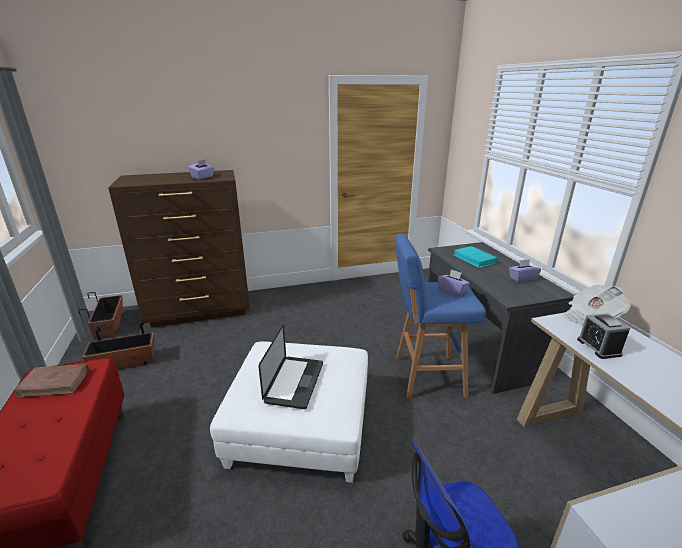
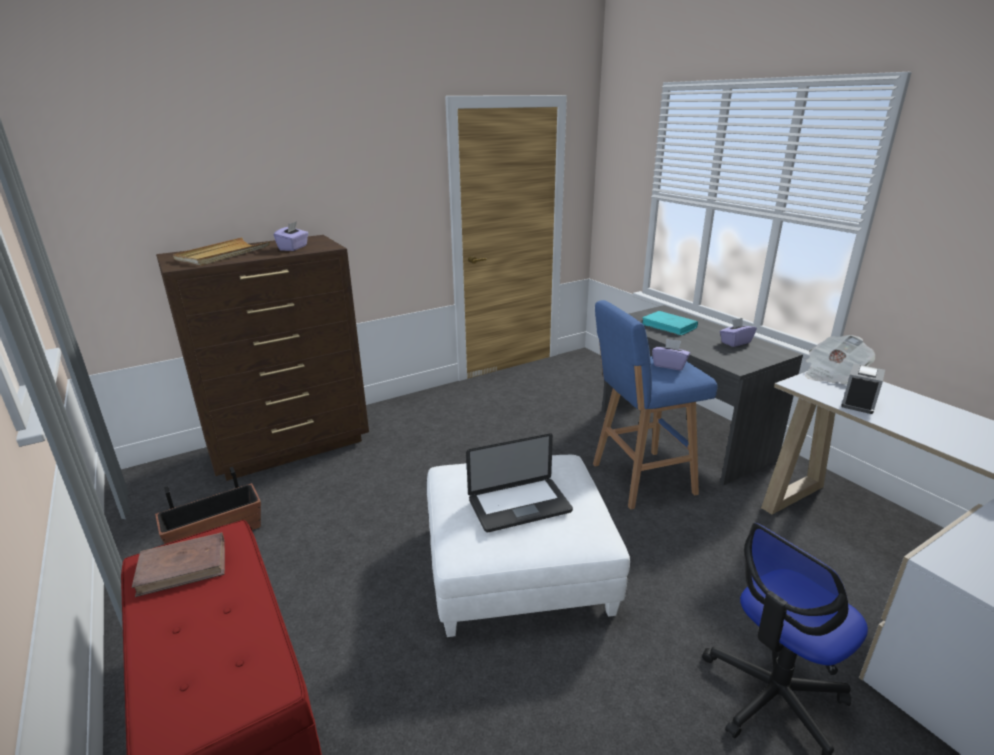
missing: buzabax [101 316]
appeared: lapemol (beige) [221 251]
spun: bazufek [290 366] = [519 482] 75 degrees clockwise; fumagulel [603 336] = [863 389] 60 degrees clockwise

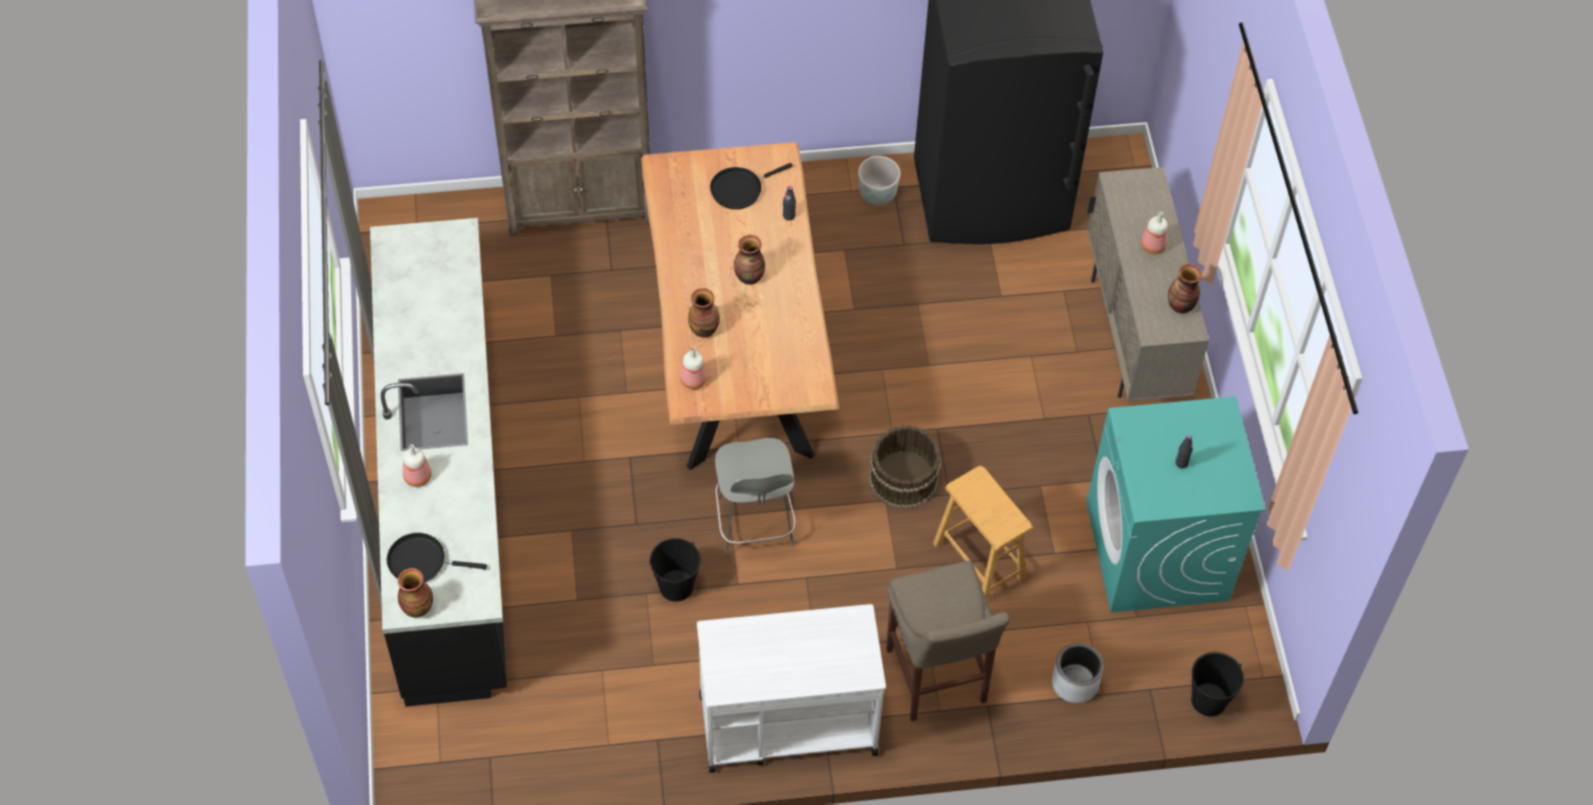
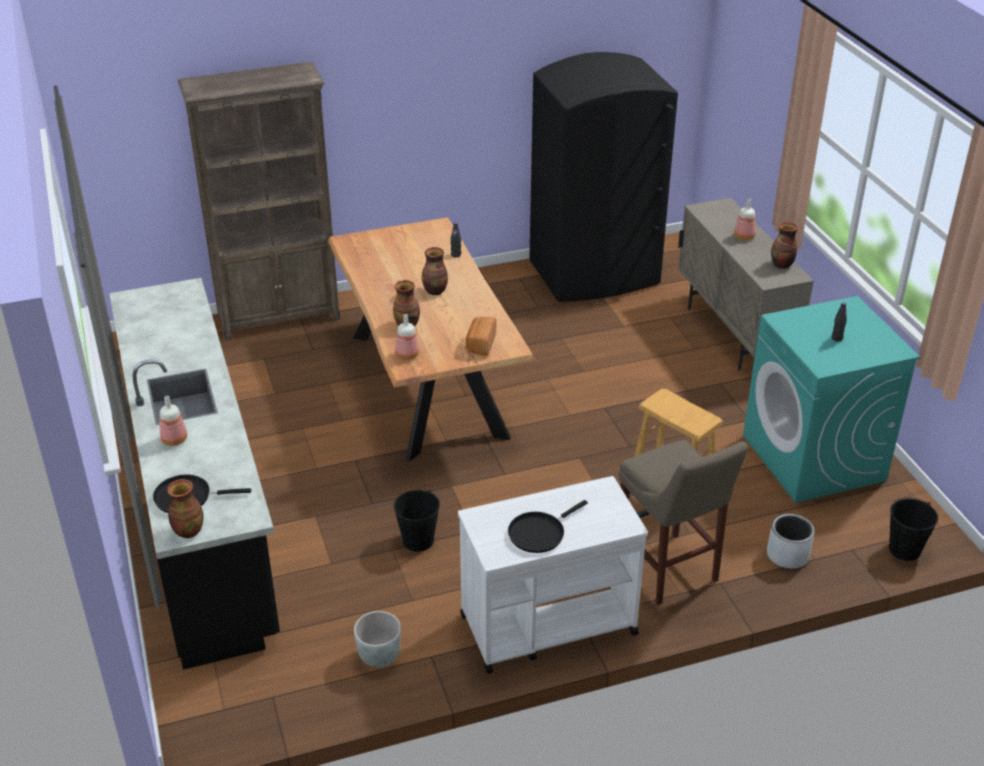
missing: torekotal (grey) [755 497]; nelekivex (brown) [905 467]
appeared: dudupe [481 336]
relocated: buzabax (grey) [879 181] to [377 639]; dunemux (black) [751 186] to [548 526]

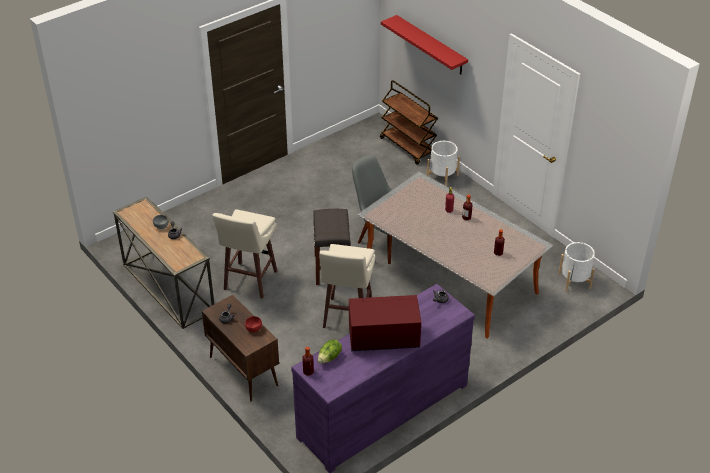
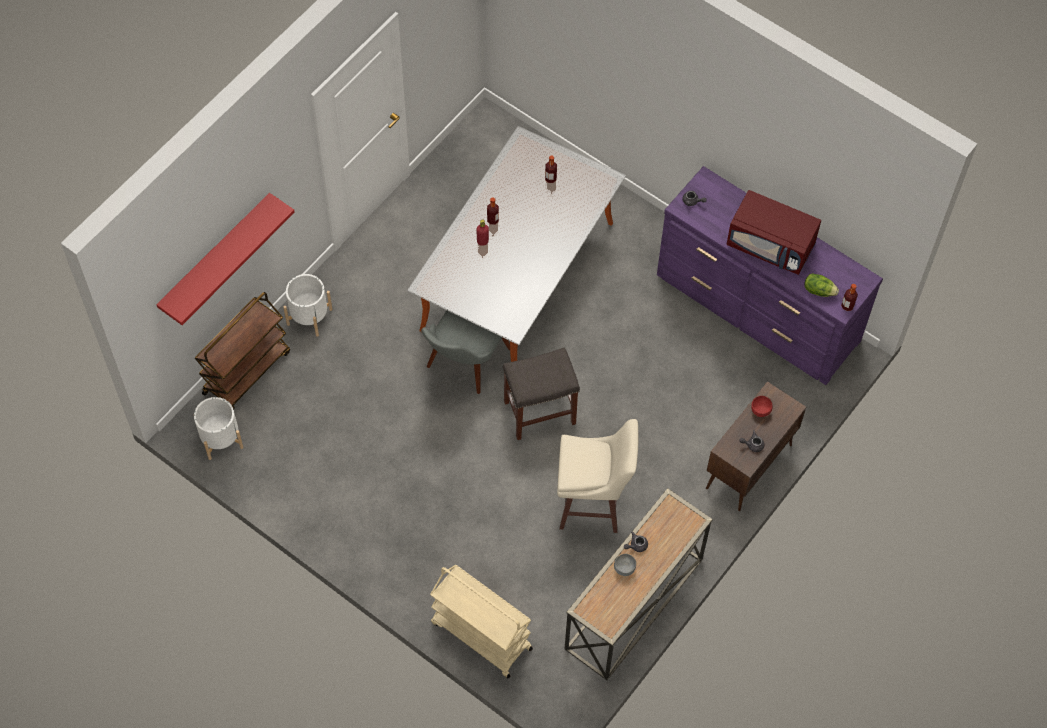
missing: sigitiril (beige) [347 286]
appeared: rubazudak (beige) [481 622]
relocated: buzabax (white) [576 266] to [218 428]
spun: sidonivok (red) [385 323] = [773 232] 45 degrees counterclockwise

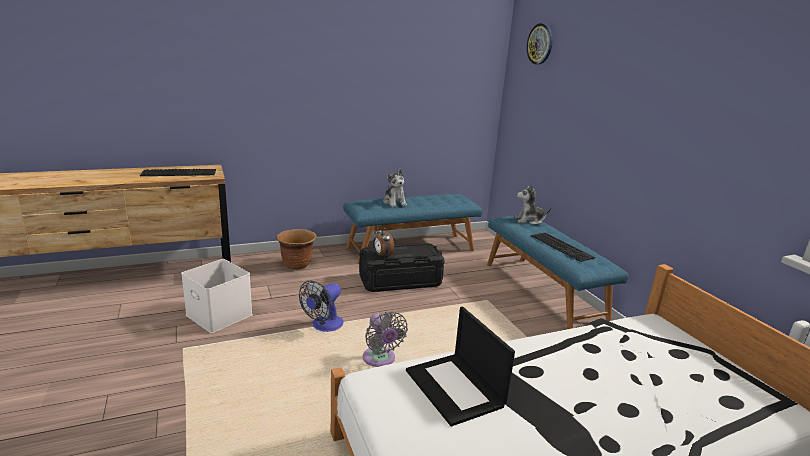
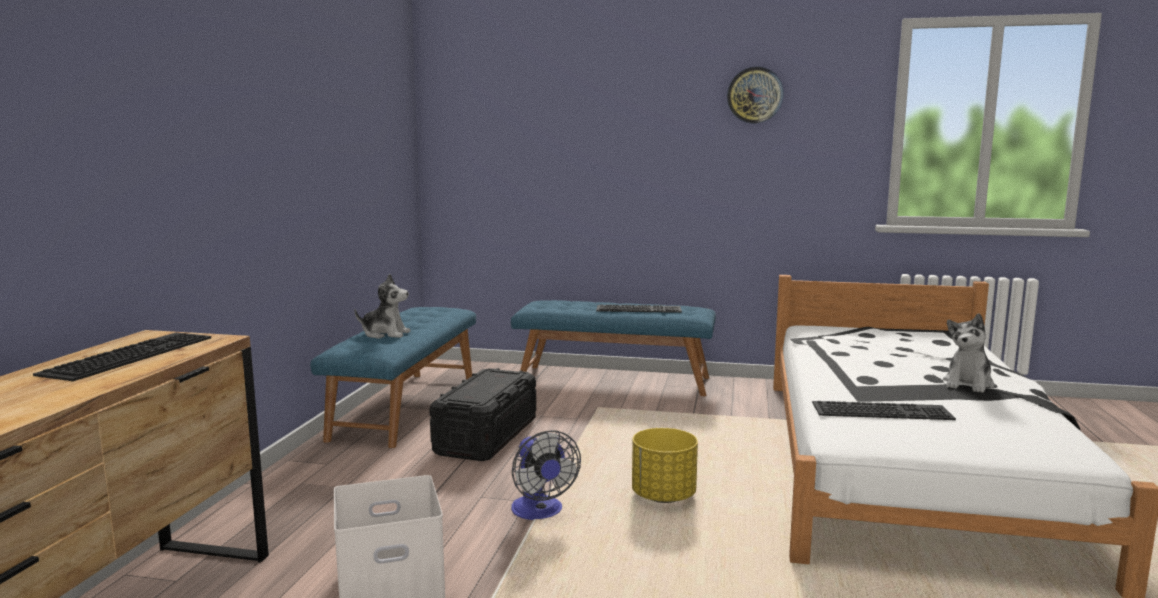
missing: buzabax (brown) [296 249]; fumagulel [383 241]
relocated: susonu [539 44] to [755 95]; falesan [533 205] to [969 353]
exchanged: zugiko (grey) [385 339] to buzabax (yellow) [665 465]; bazufek [460 367] to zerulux [884 410]

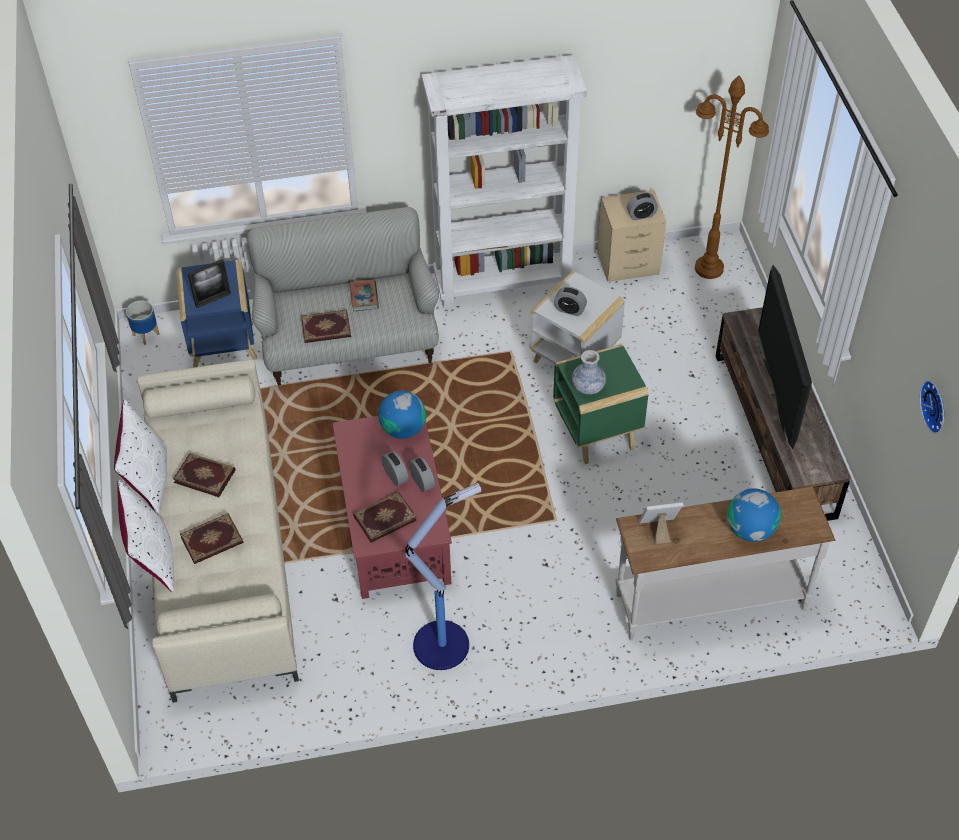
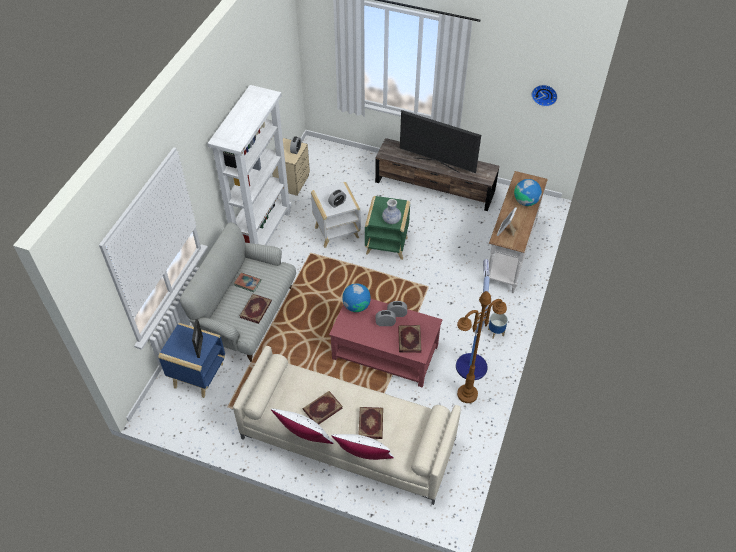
relocated: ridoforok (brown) [732 177] to [482 347]; buzabax [143 322] to [498 326]

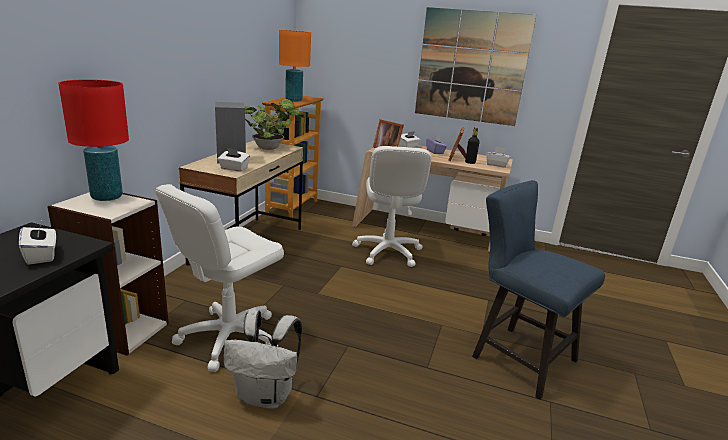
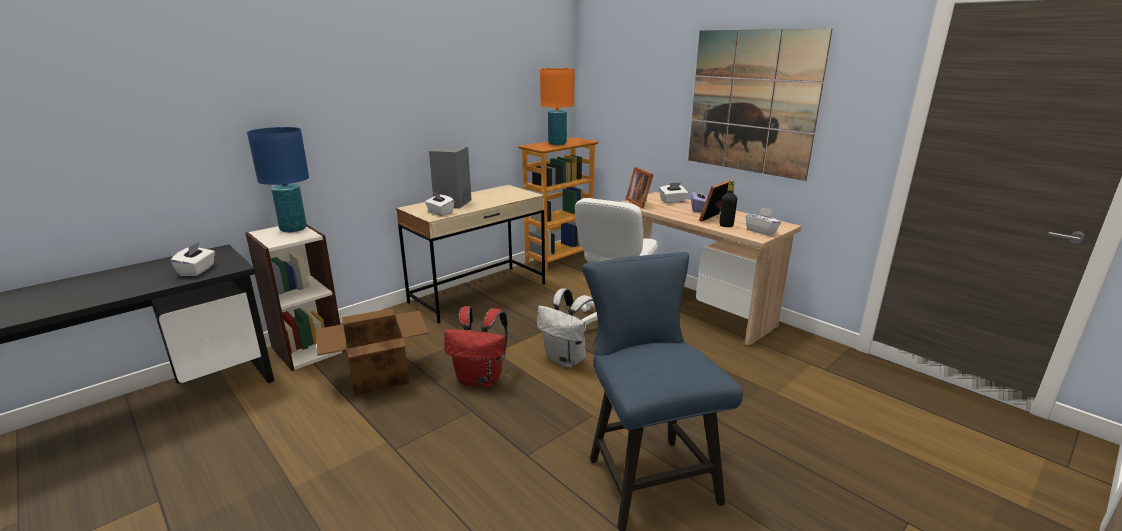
missing: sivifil [273 124]
appeared: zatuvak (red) [476 346]
relocated: zatuvak (white) [263 359] to [567 328]
exchanged: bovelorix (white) [219 278] to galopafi [372 352]
colour: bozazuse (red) [93 140] to bozazuse (blue) [278 179]

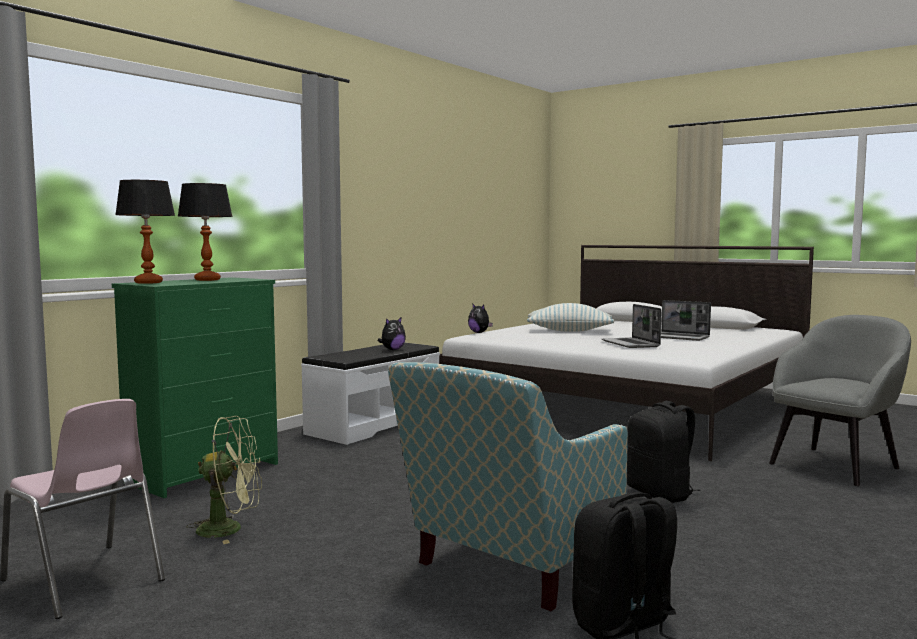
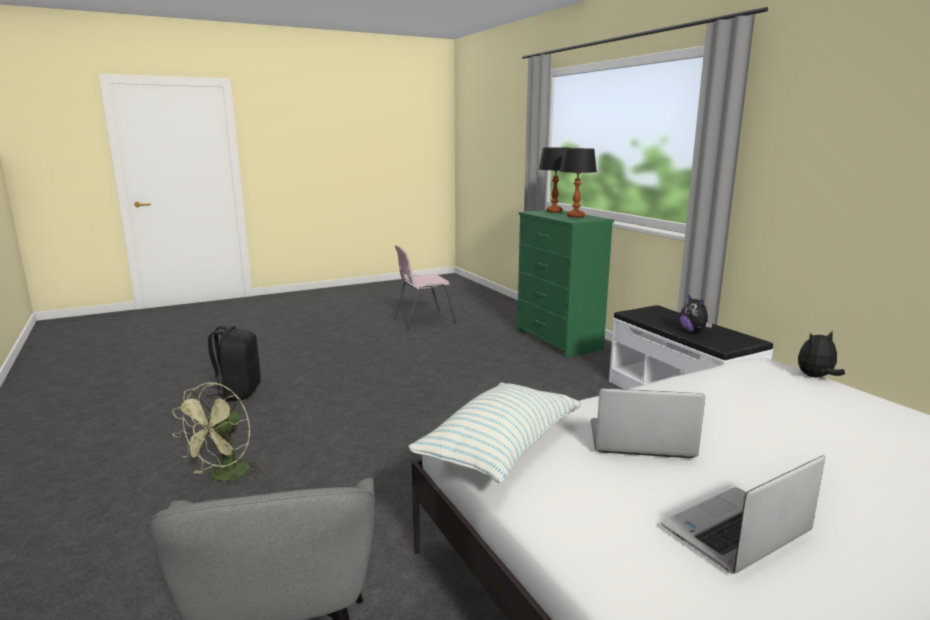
missing: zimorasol [508 486]; zatuvak (black) [663 452]
relocated: zugiko (green) [224 480] to [217 431]; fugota [571 317] to [494 432]

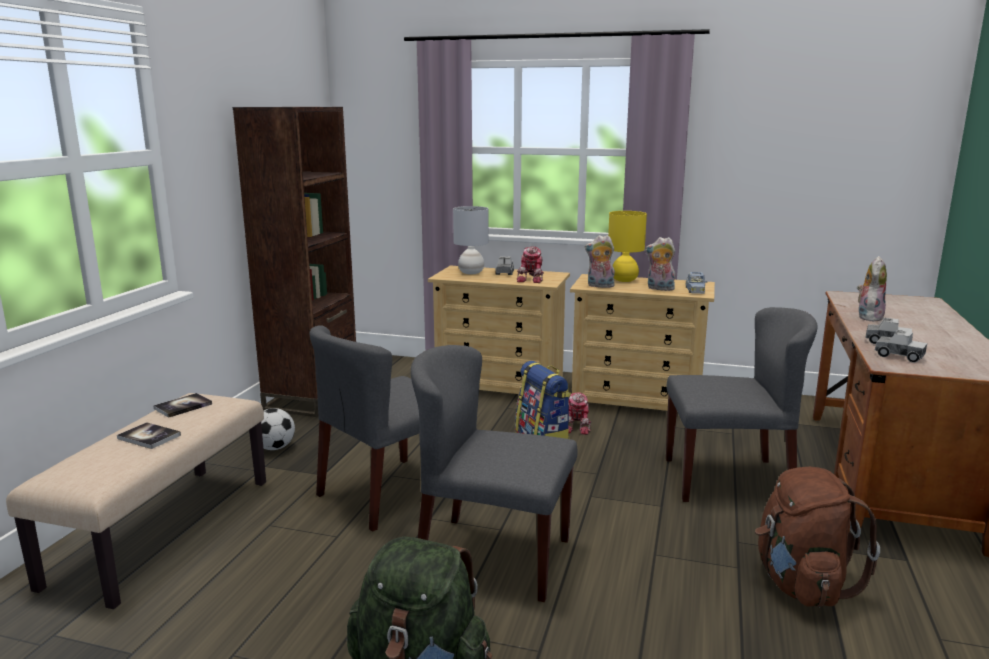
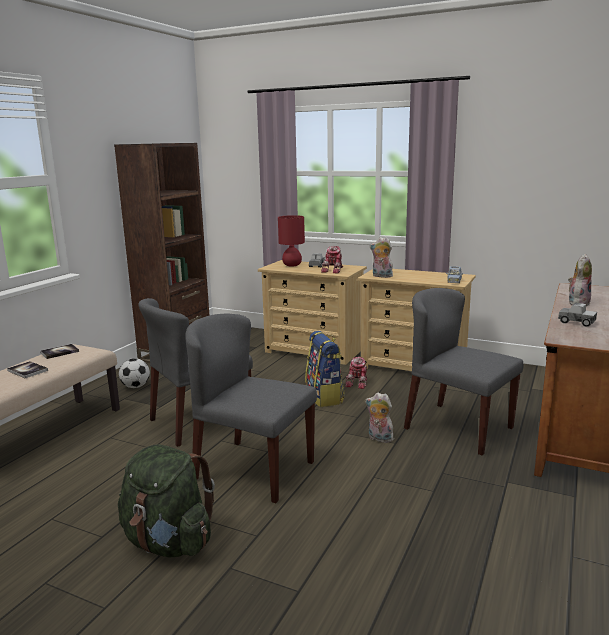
missing: bozazuse (yellow) [627 246]; zatuvak (brown) [817 537]; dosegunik [900 346]
relocated: falesan [660 264] to [379 417]
colour: bozazuse (grey) [471 240] to bozazuse (red) [291 241]
spun: torekotal (grey) [742 404] = [463 371] 150 degrees counterclockwise

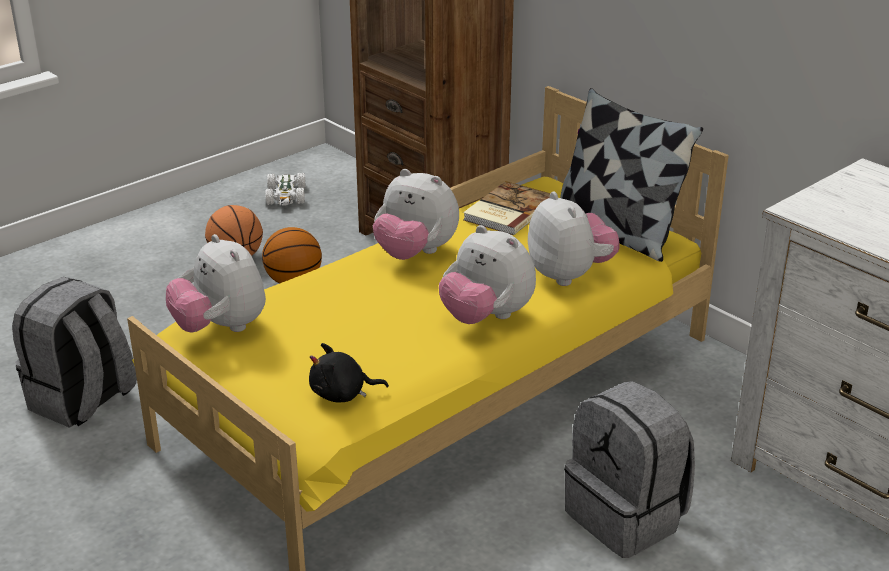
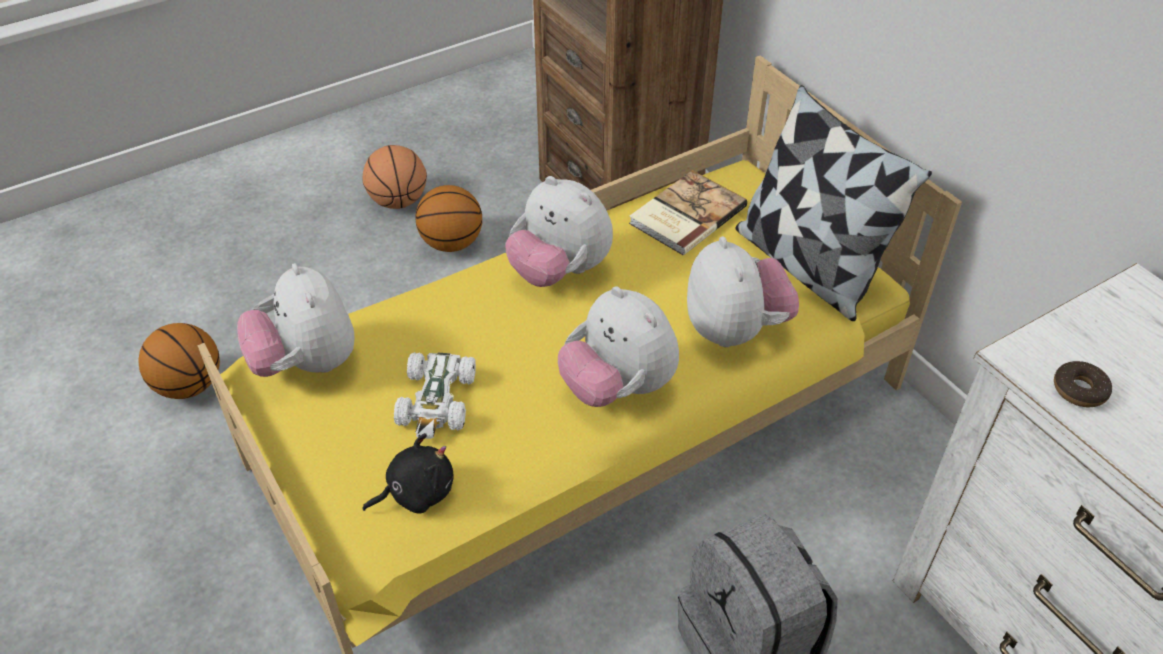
appeared: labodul [1083 384]
relocated: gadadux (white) [285 188] to [435 395]
exchanged: zatuvak (grey) [74 352] to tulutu [179 361]
spun: falesan (black) [349 373] = [408 473] 150 degrees clockwise

